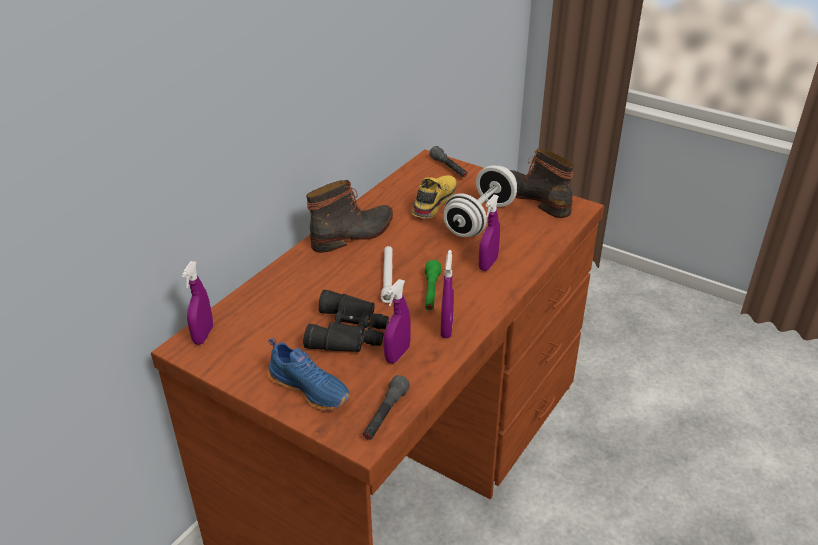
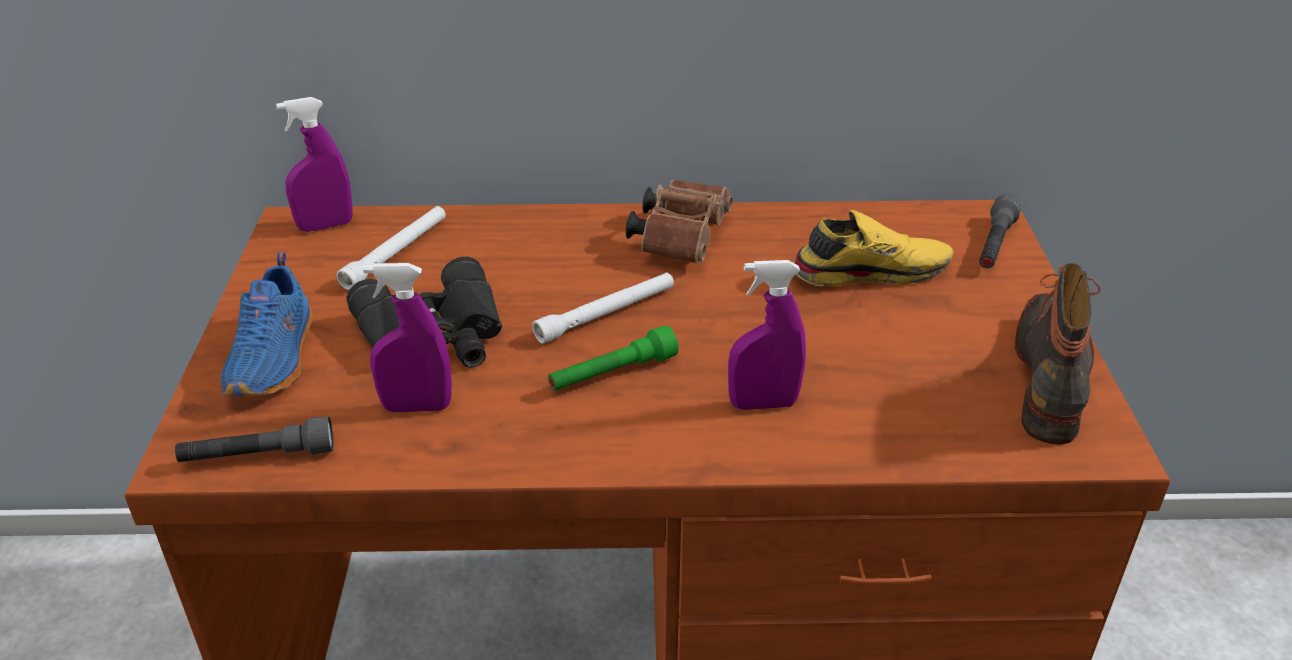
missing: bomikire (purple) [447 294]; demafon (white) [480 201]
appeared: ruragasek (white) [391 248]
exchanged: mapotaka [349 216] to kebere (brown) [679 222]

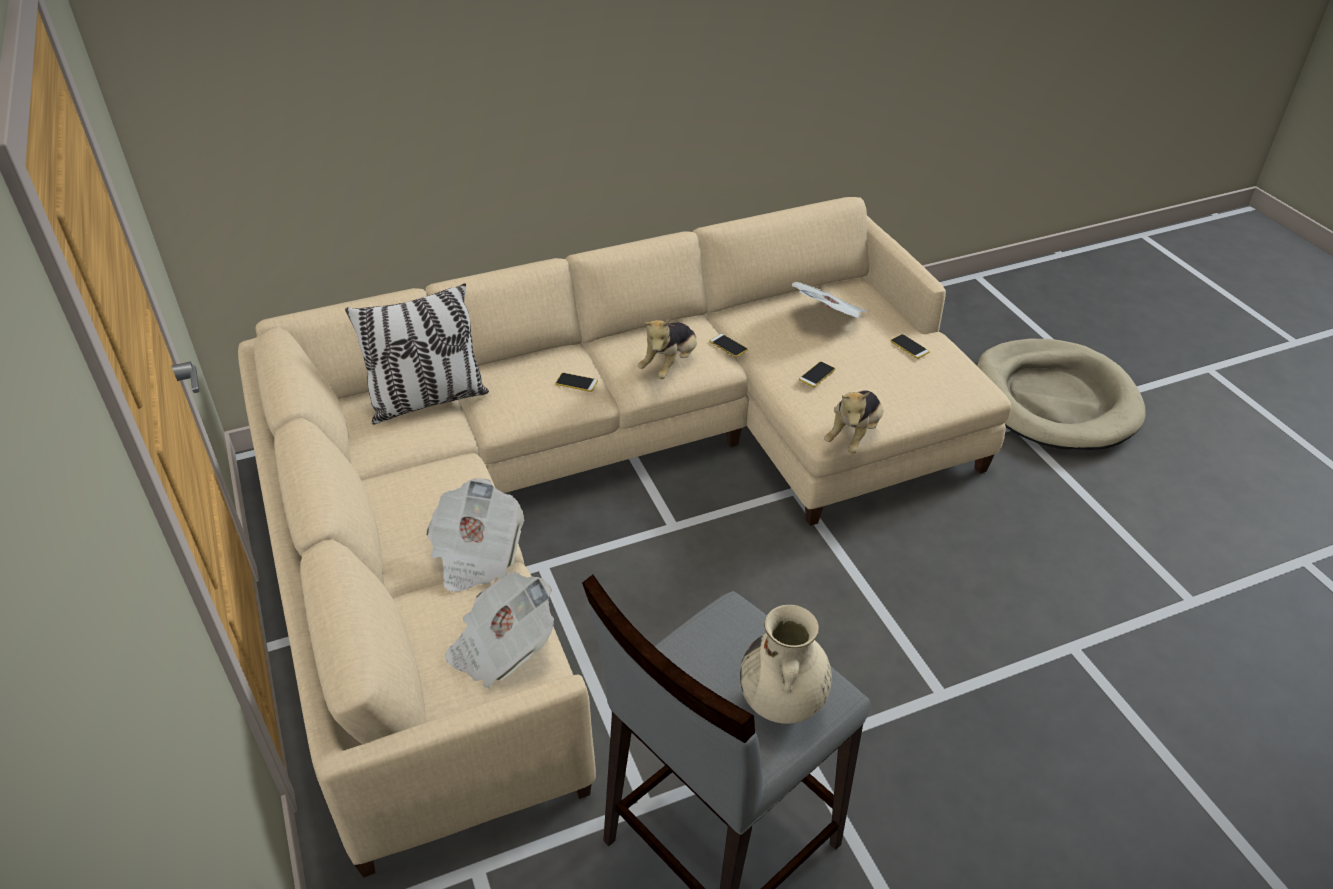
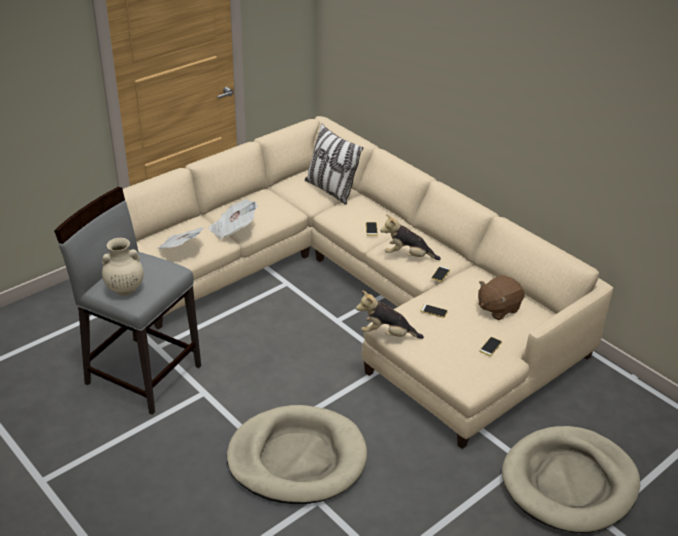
appeared: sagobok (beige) [297 454]
exchanged: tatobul [829 300] to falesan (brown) [501 297]

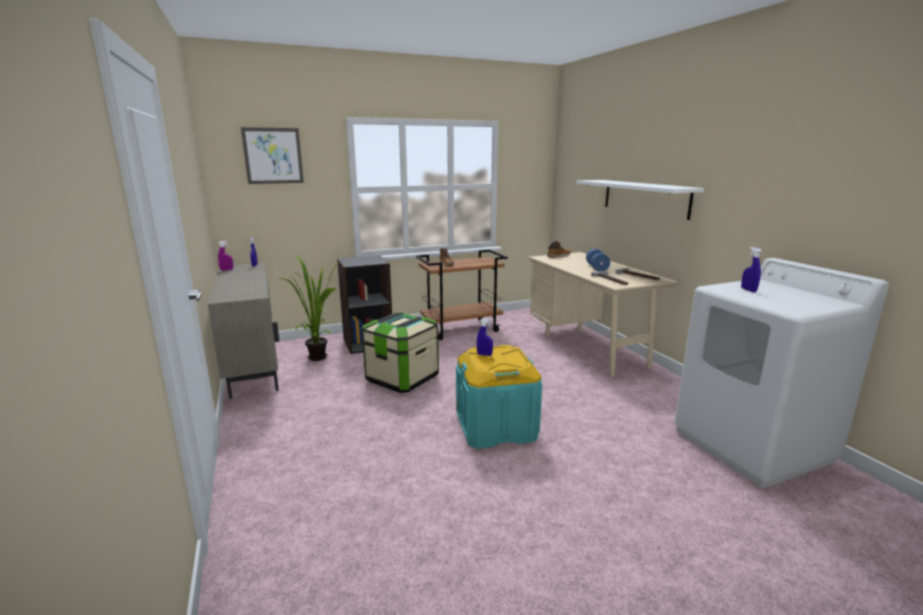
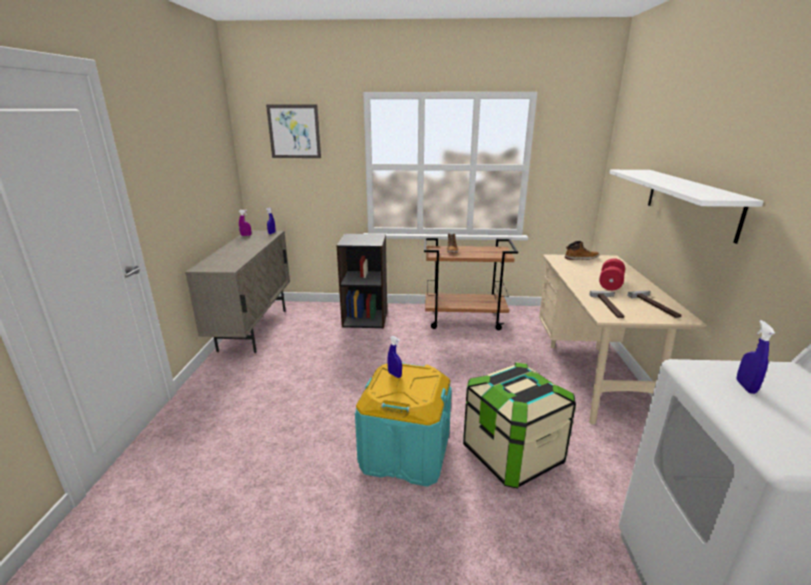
missing: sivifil [309 308]
relocated: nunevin [400 352] to [519 425]
colour: demafon (blue) [598 260] to demafon (red) [612 274]

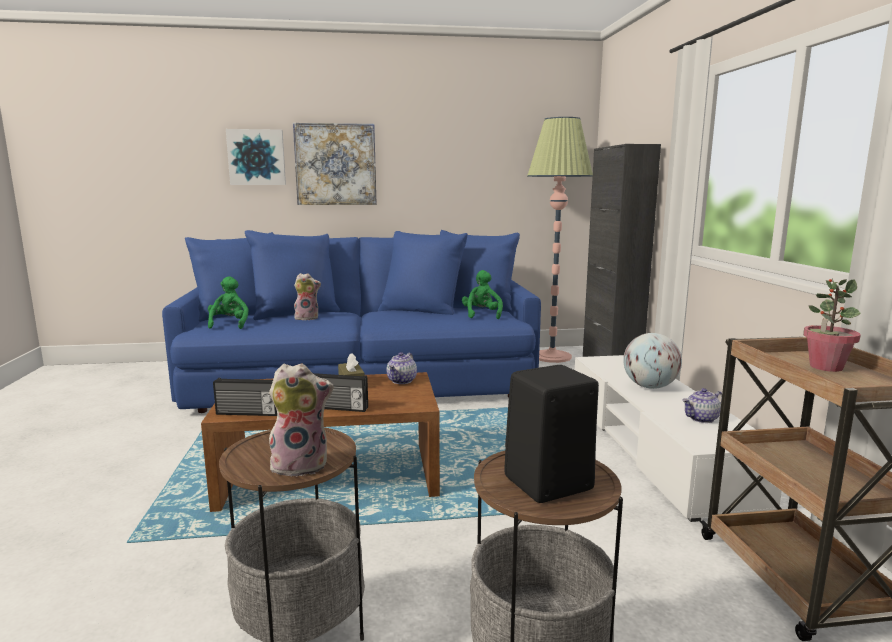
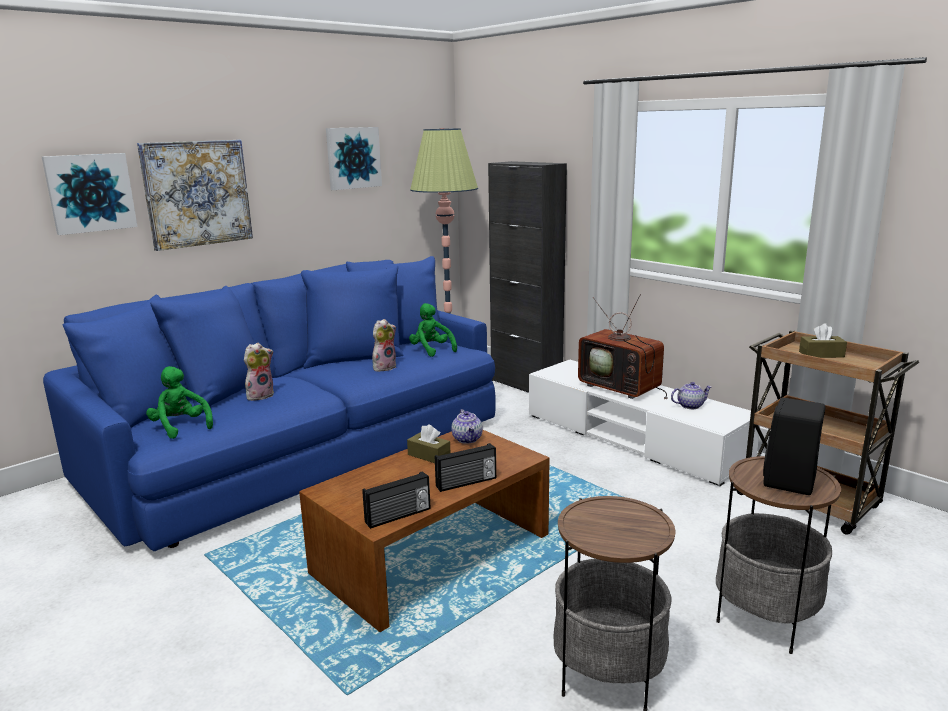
appeared: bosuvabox [354 158]
relocated: falesan [301 420] to [384 345]
exchanged: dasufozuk [652 361] to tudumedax [623 346]; sivifil [832 325] to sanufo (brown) [823 340]
spun: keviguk [702 405] = [691 395] 135 degrees counterclockwise

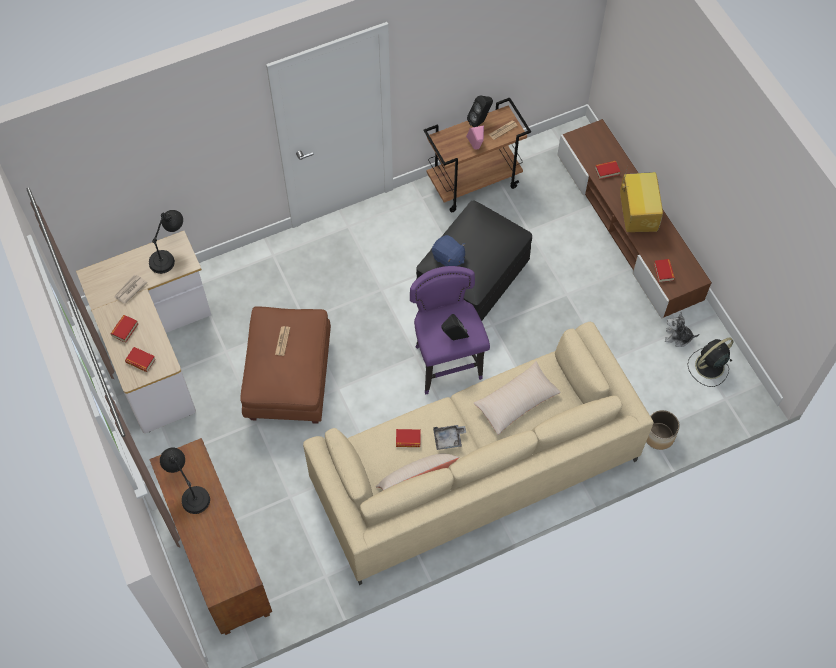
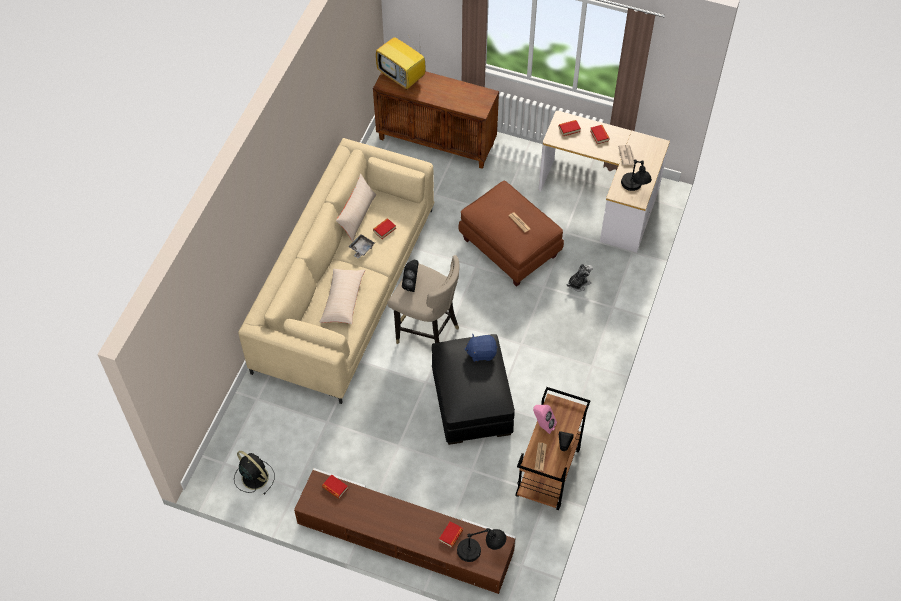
missing: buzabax [663 430]
relocated: tudumedax [641 199] to [400 63]; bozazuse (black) [185 481] to [481 545]; falesan [682 329] to [580 278]
colour: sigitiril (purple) [450 330] to sigitiril (beige) [423 299]
spun: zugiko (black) [710 362] = [254 473] 60 degrees counterclockwise

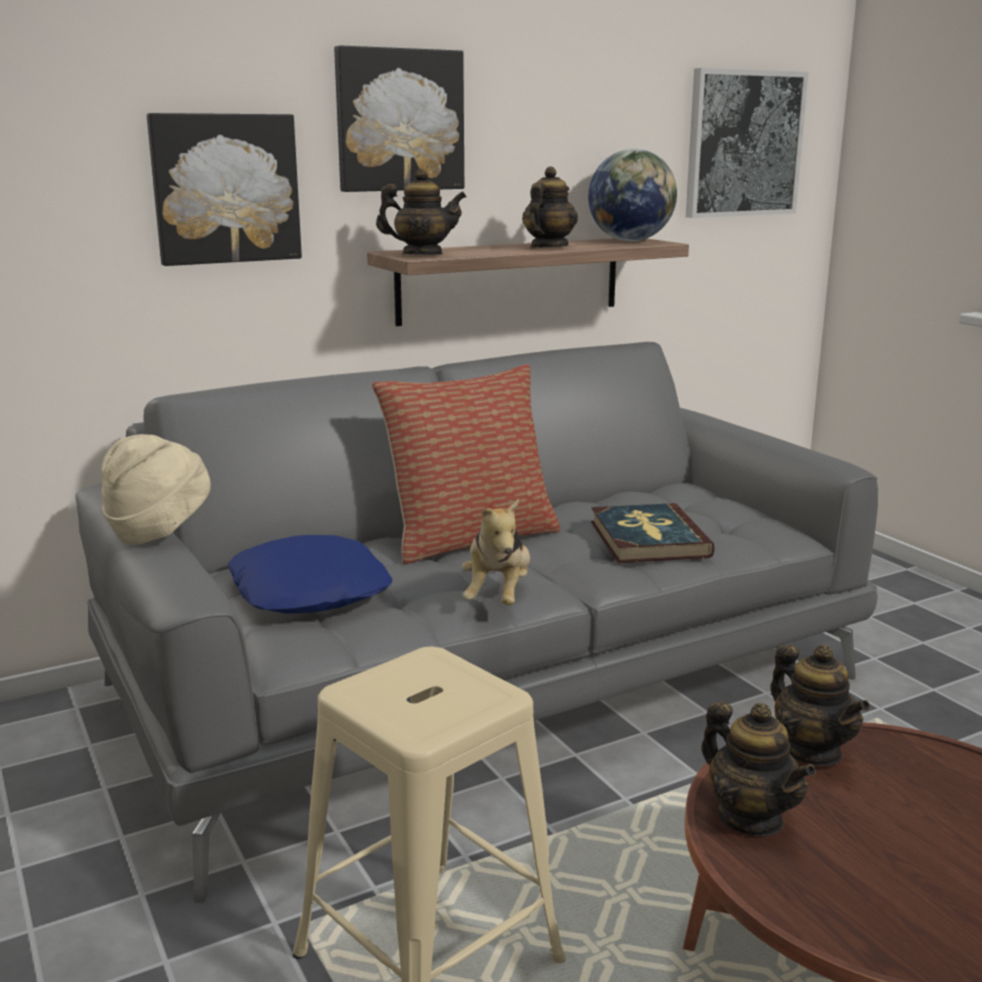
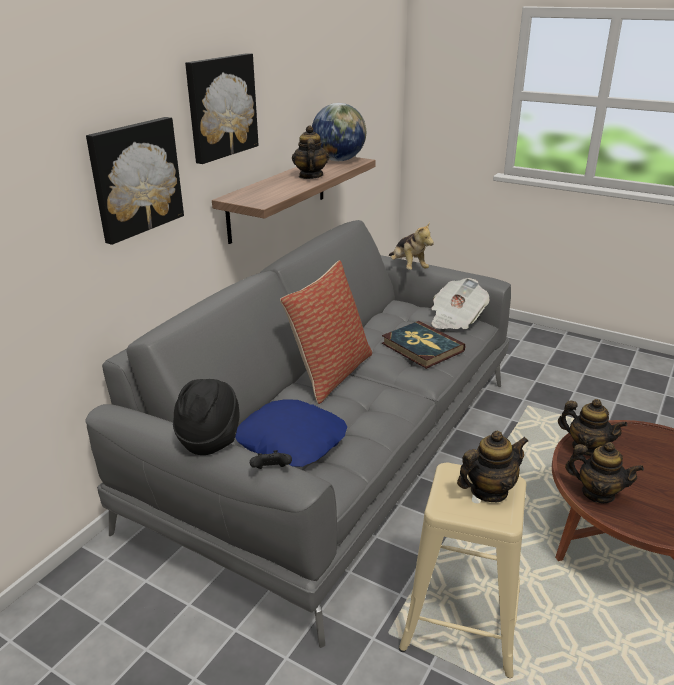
missing: bosuvabox [747 143]
appeared: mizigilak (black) [271 459]; tatobul [460 303]
relocated: falesan [496 552] to [411 246]; keviguk [421 212] to [492 466]
colour: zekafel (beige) [156 489] to zekafel (black) [206 417]

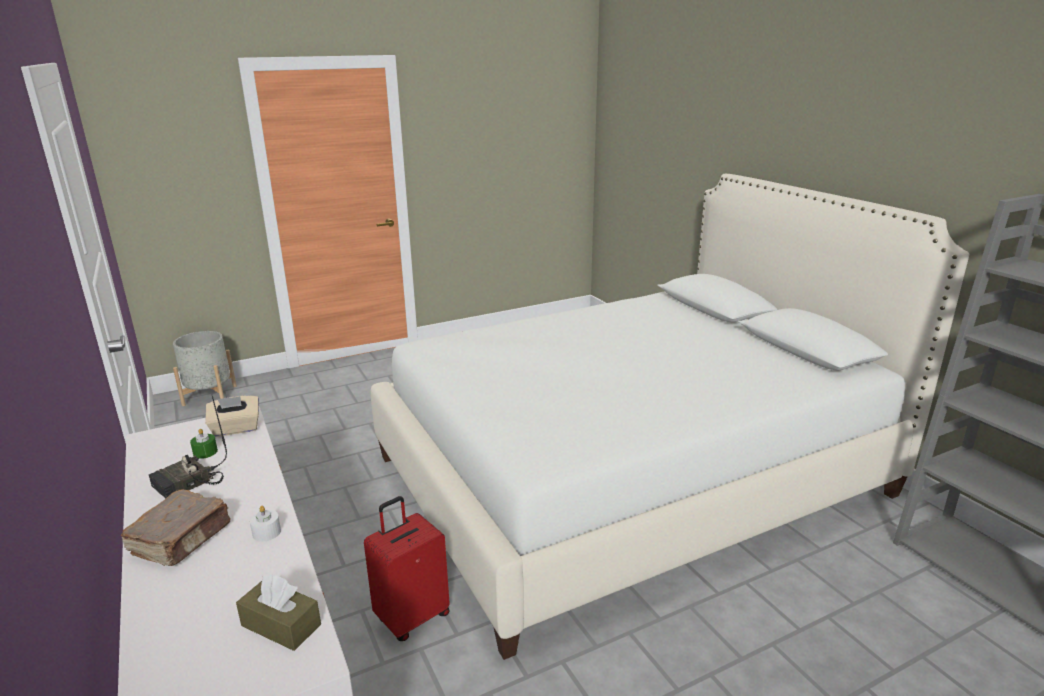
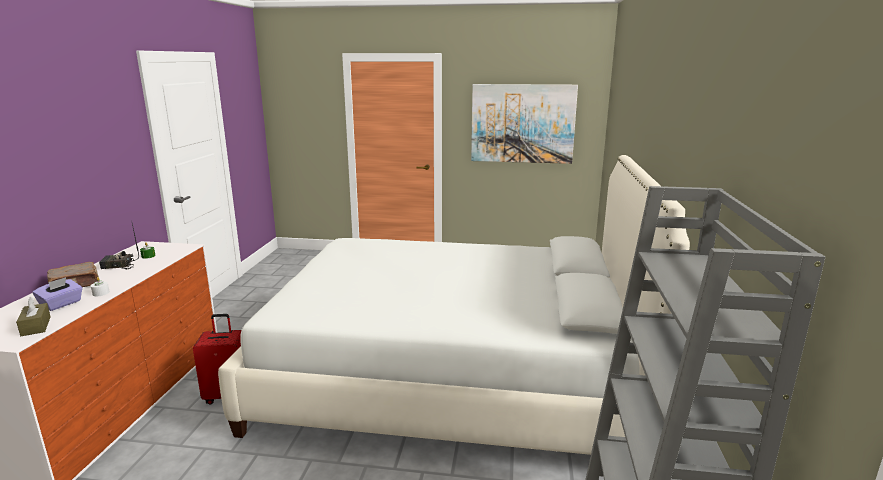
missing: buzabax (grey) [205 368]; sanufo (beige) [232 416]
appeared: sanufo (purple) [58 294]; bosuvabox [524 124]

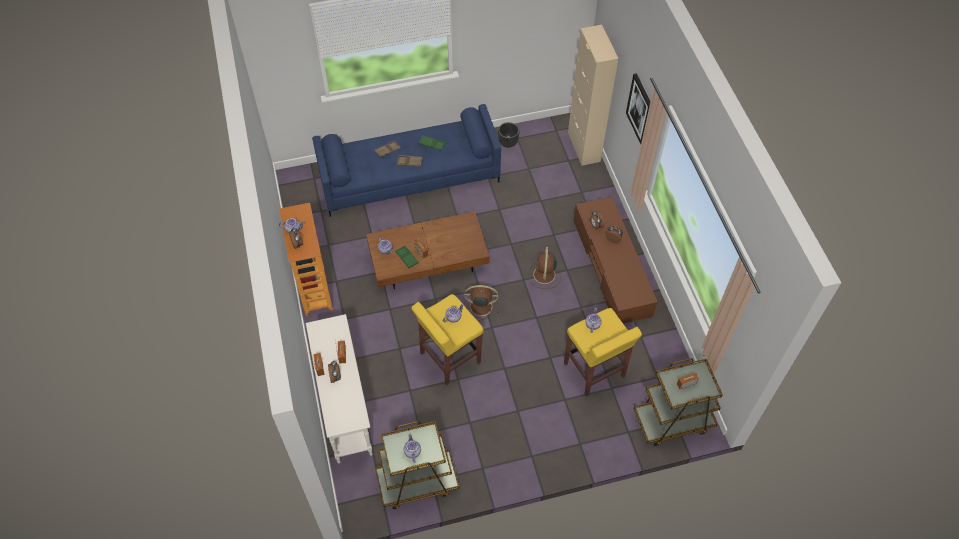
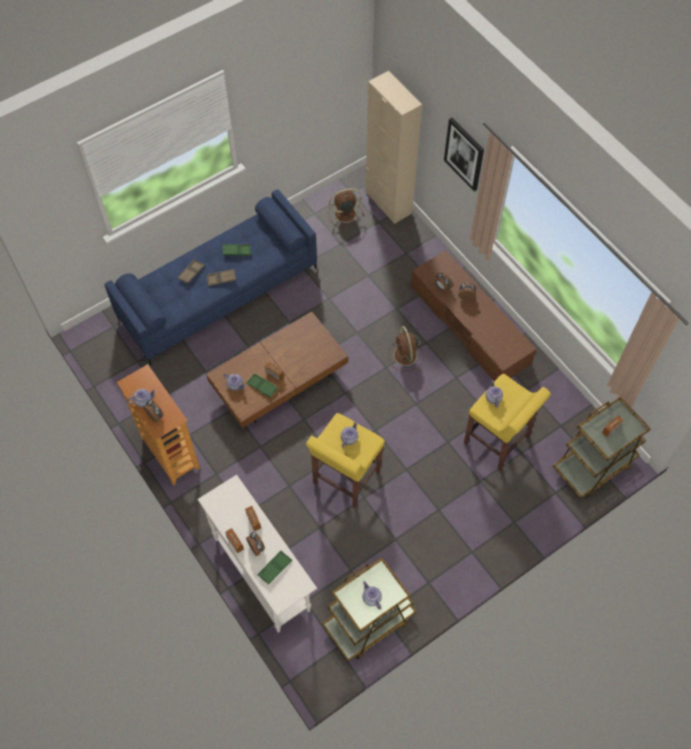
missing: buzabax (black) [508 135]
appeared: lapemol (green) [274 568]
relocated: zugiko (brown) [481 302] to [346 208]

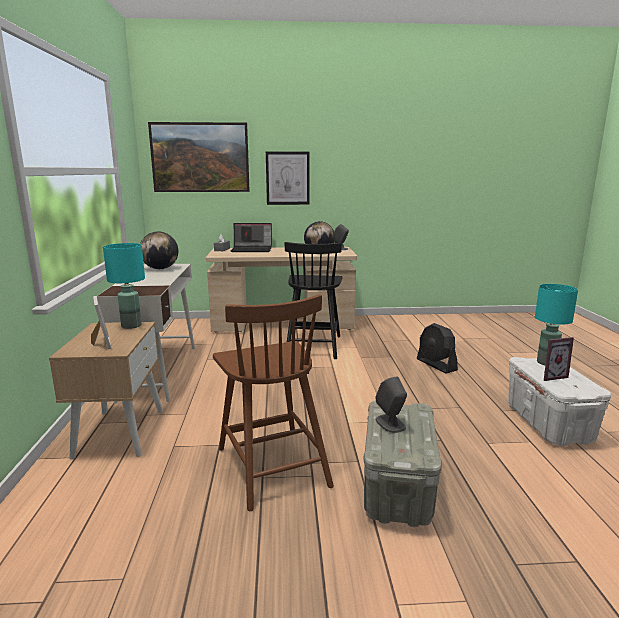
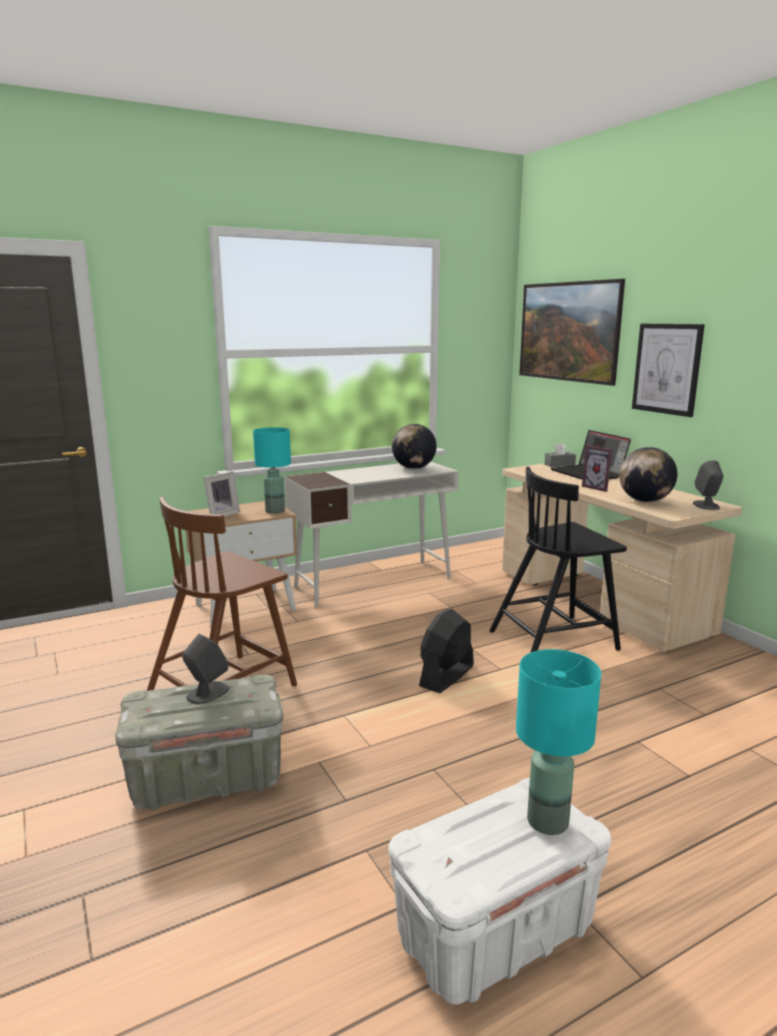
relocated: zugiko (black) [437 348] to [446 651]; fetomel [559 359] to [597 468]

